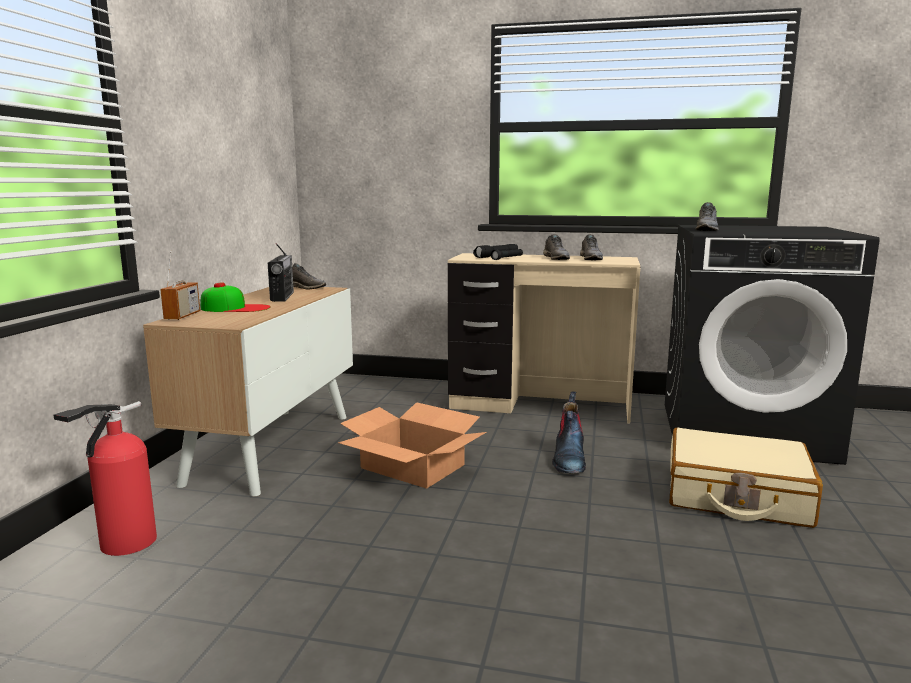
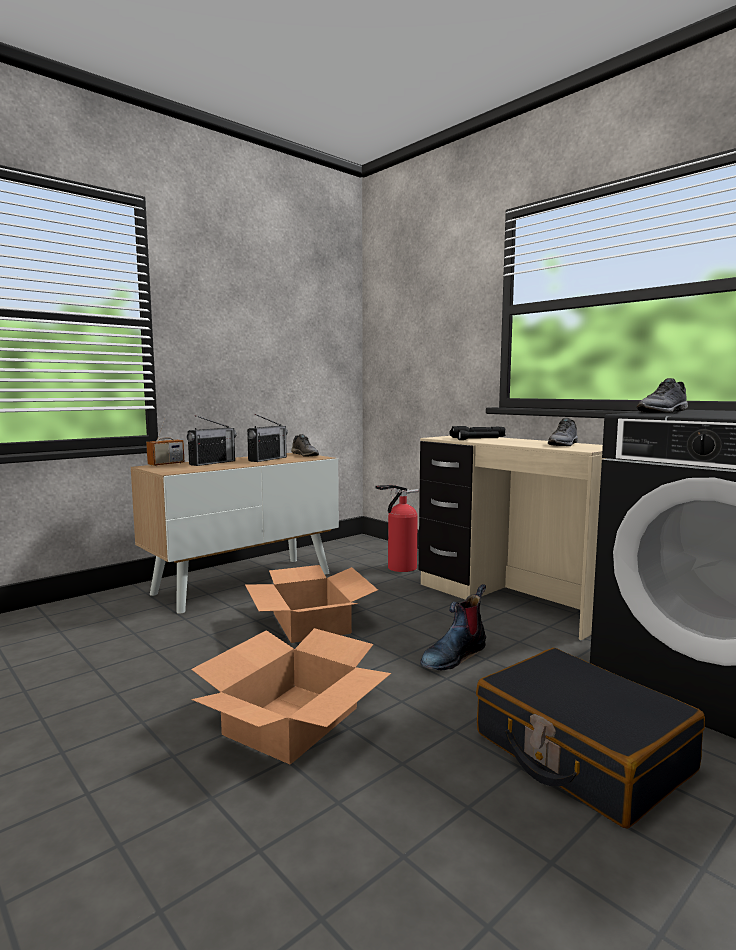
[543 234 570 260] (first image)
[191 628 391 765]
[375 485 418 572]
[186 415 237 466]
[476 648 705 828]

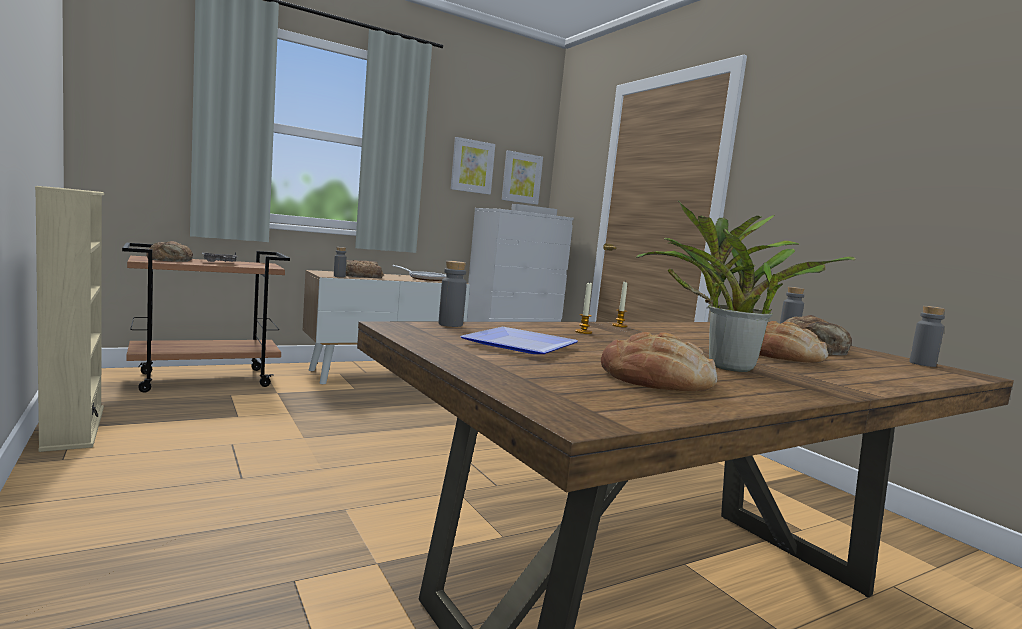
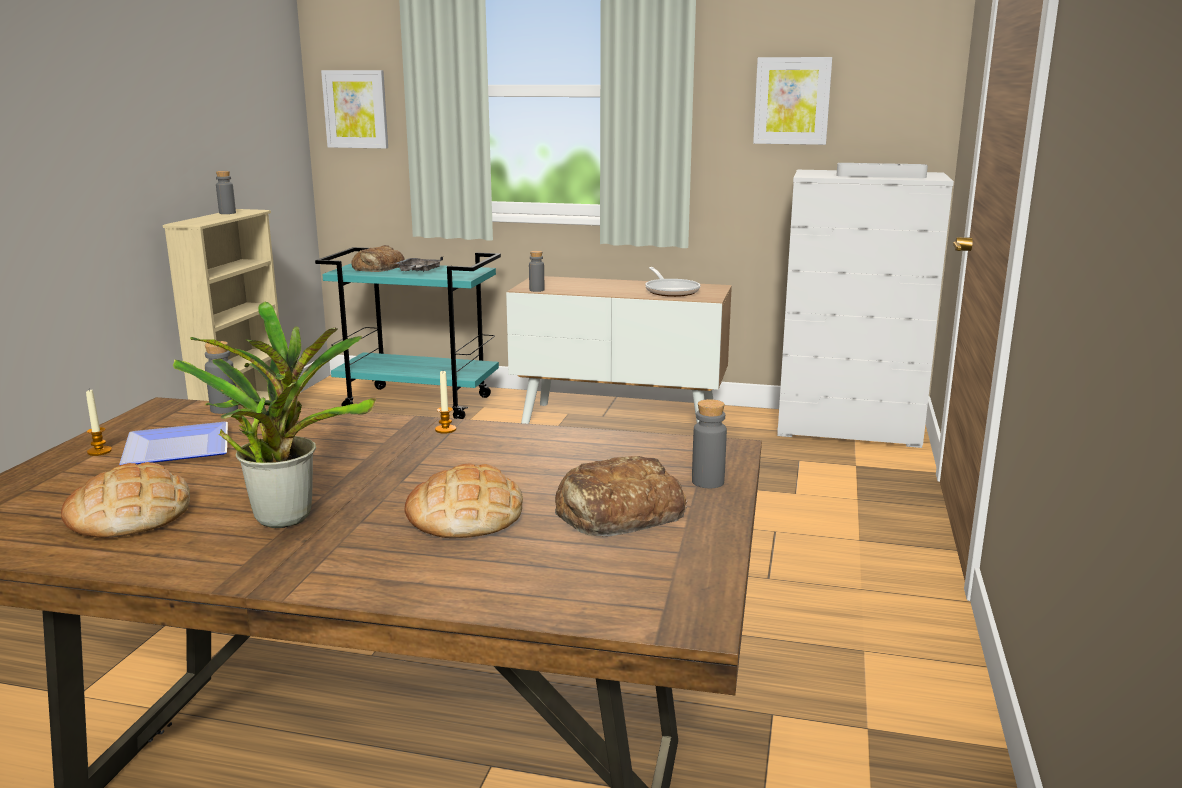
[346 260 384 278] (first image)
[321 70 388 149]
[86 390 112 456]
[216 171 236 214]
[315 247 501 419]

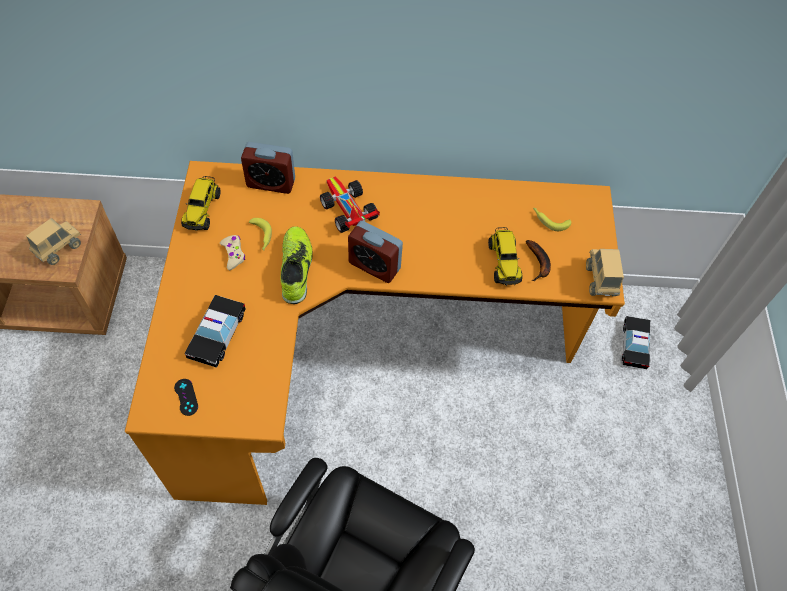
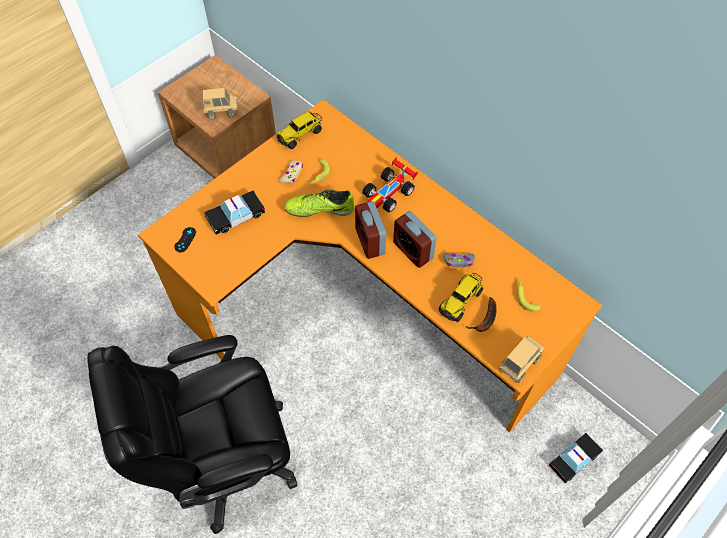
[443 253 475 267]
[393 211 437 268]
[285 189 354 217]
[362 157 418 212]

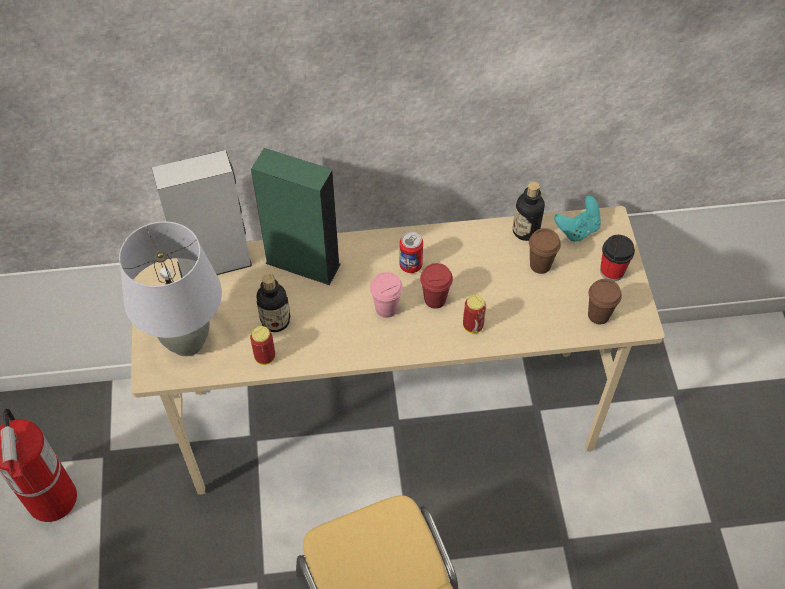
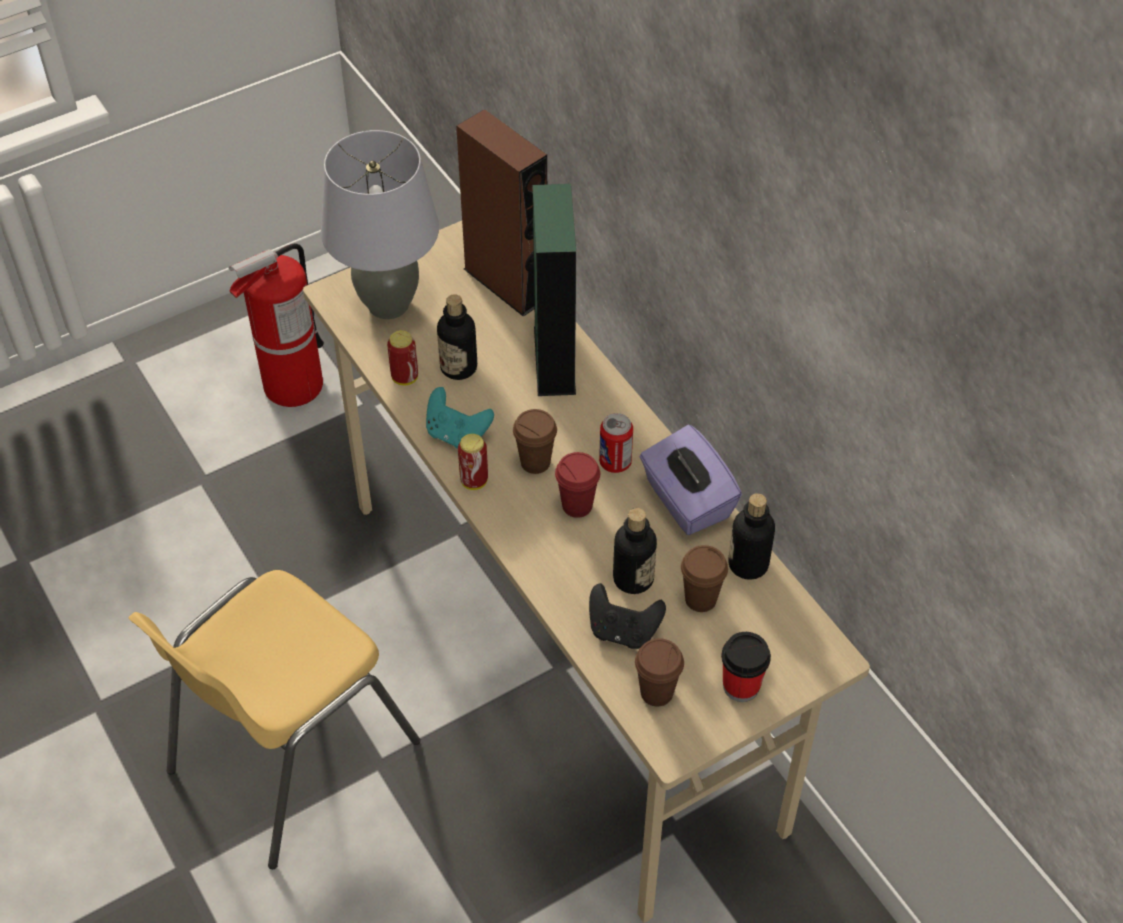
[589 583 666 649]
[613 508 657 594]
[640 425 742 535]
[458 434 488 490]
[426 387 494 449]
[456 109 547 317]
[513 409 557 474]

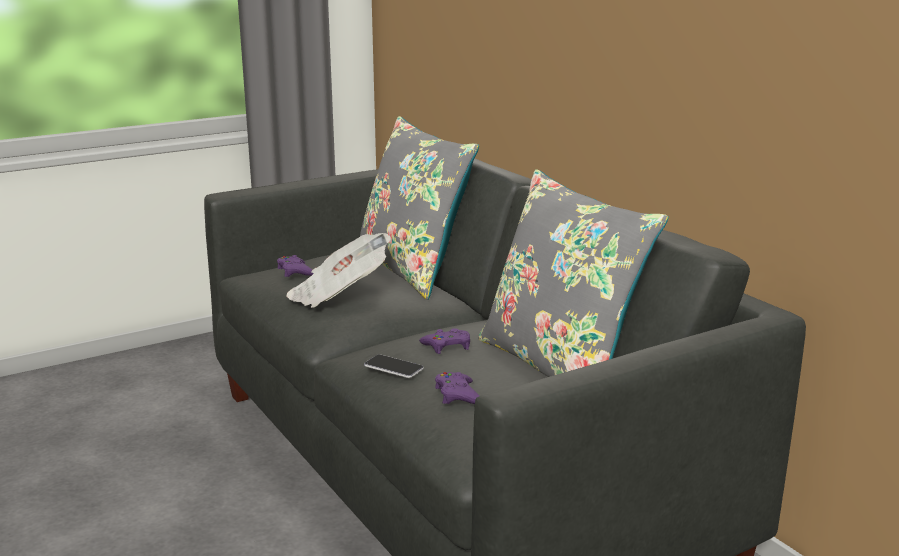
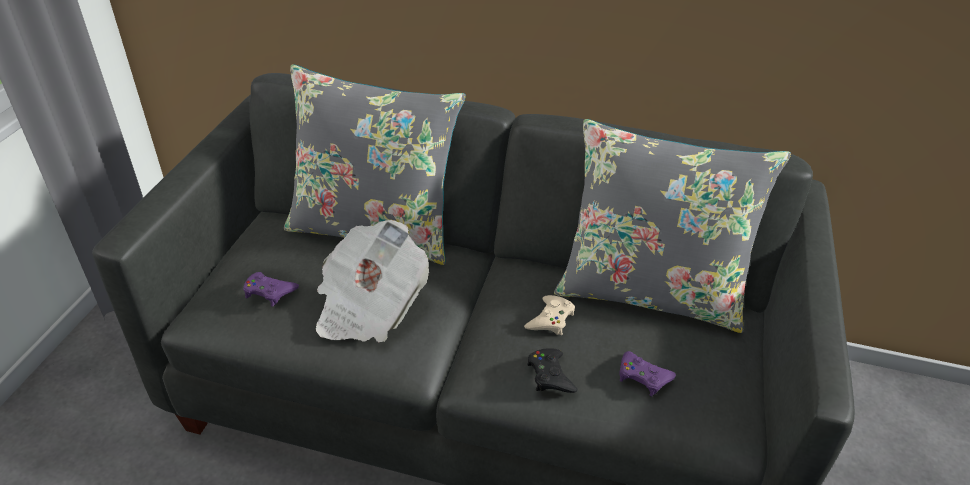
[527 348 578 393]
[524 295 575 335]

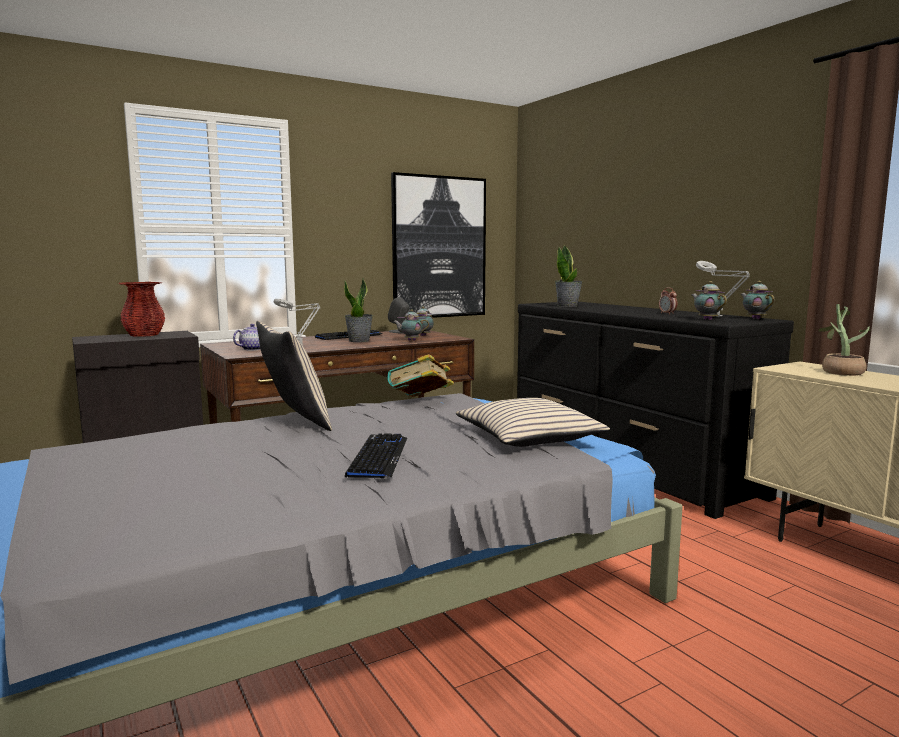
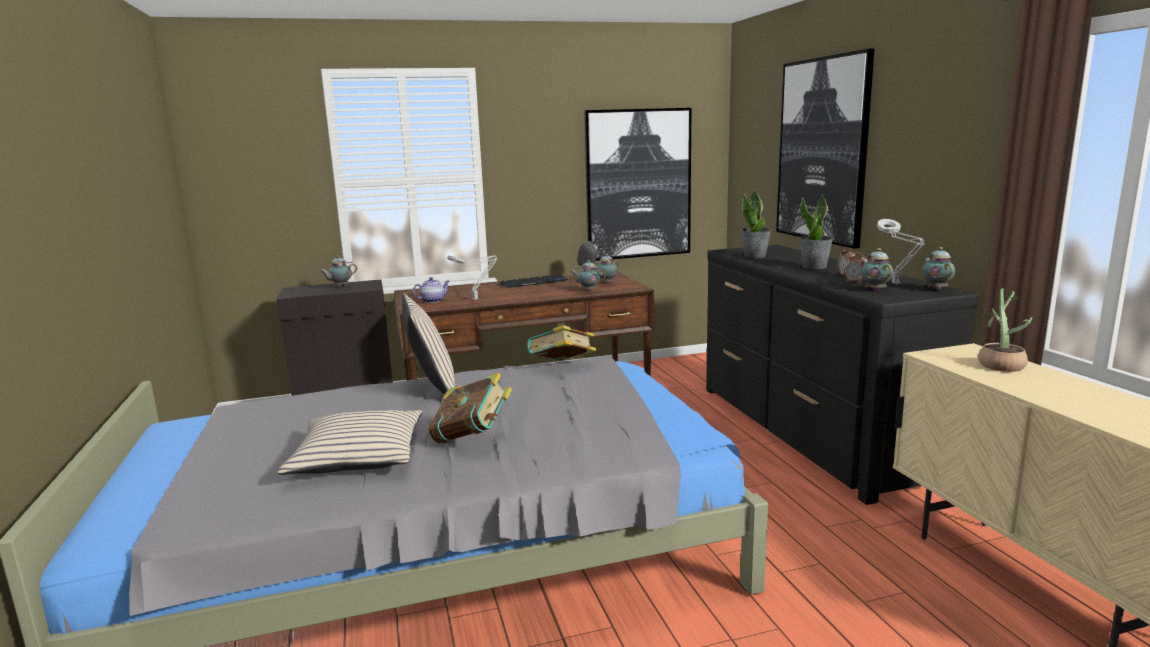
[776 49 875 249]
[844 252 866 283]
[799 194 834 269]
[278 410 422 475]
[319 255 357 287]
[428 372 512 444]

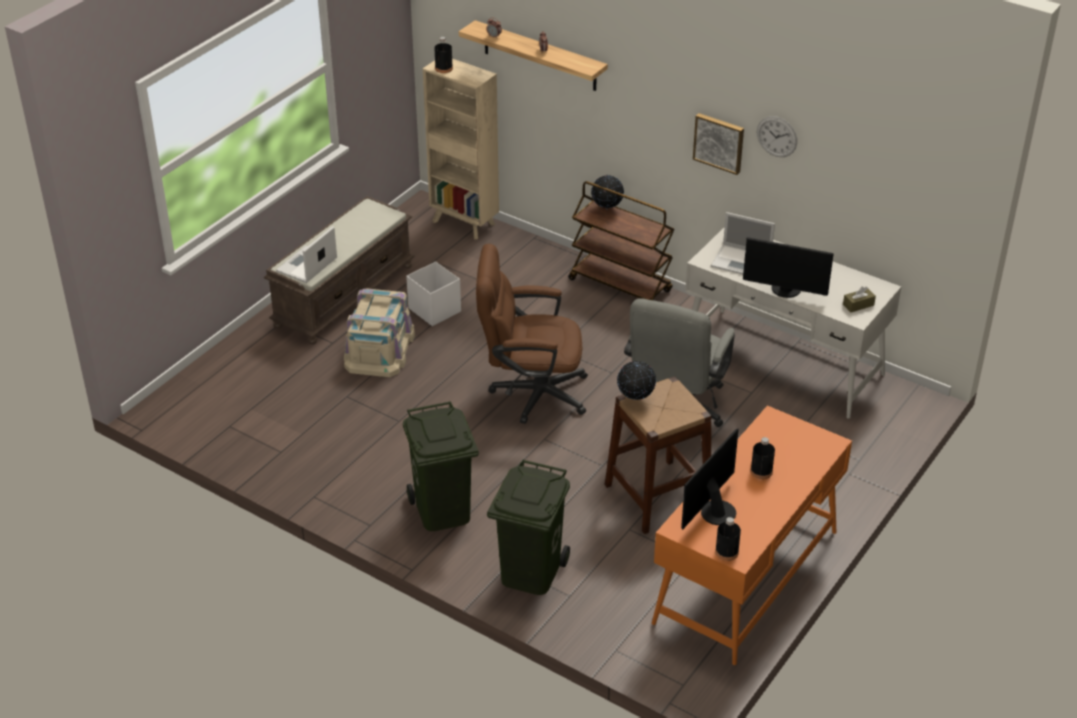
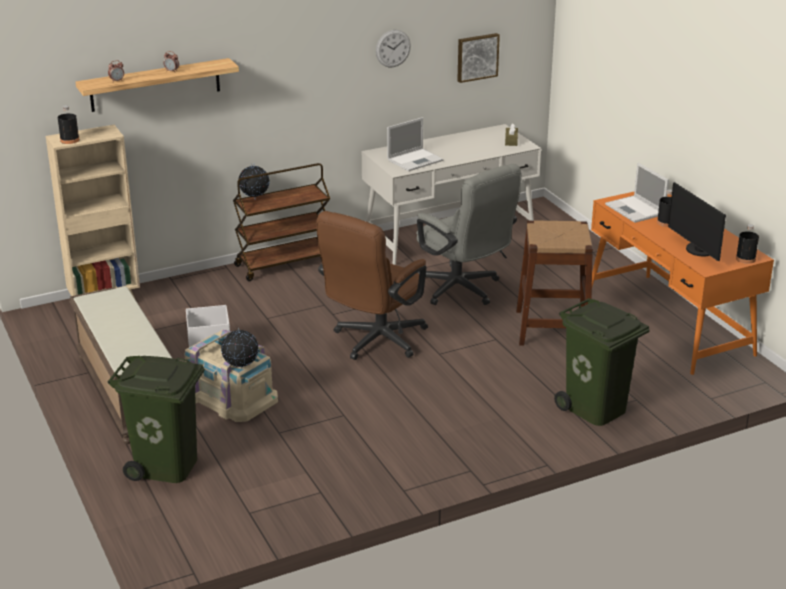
[743 237 834 298] (first image)
[605 163 669 223]
[107 356 205 483]
[221 328 259 369]
[457 33 500 83]

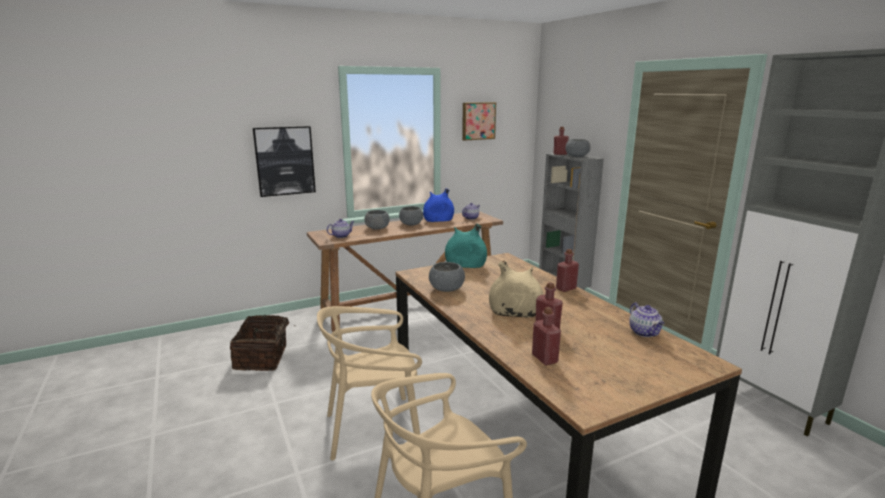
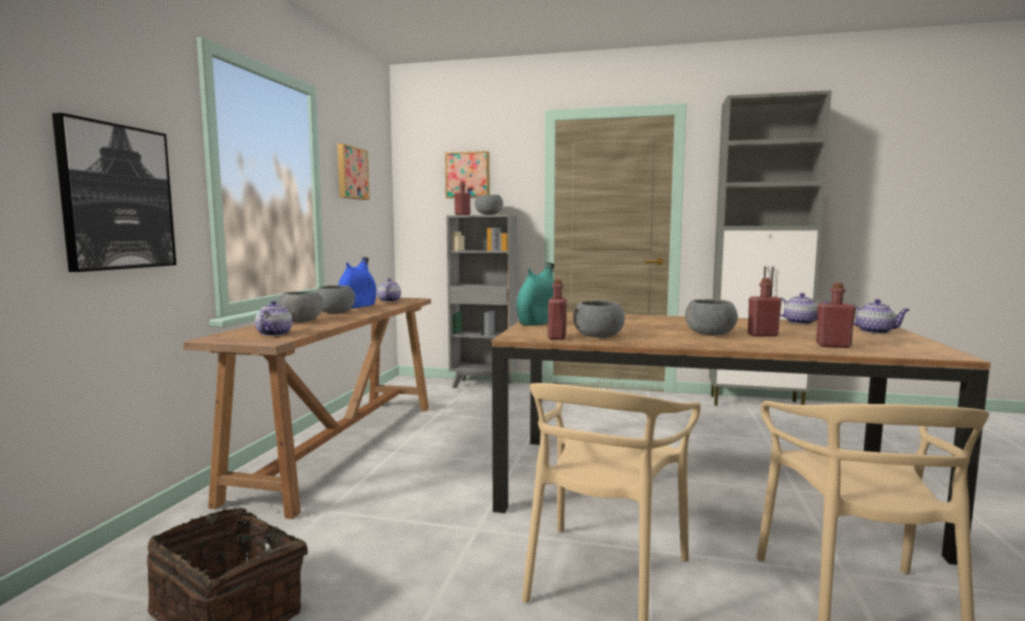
[445 151 489 198]
[853 299 910 334]
[548 279 567 340]
[685 299 738 336]

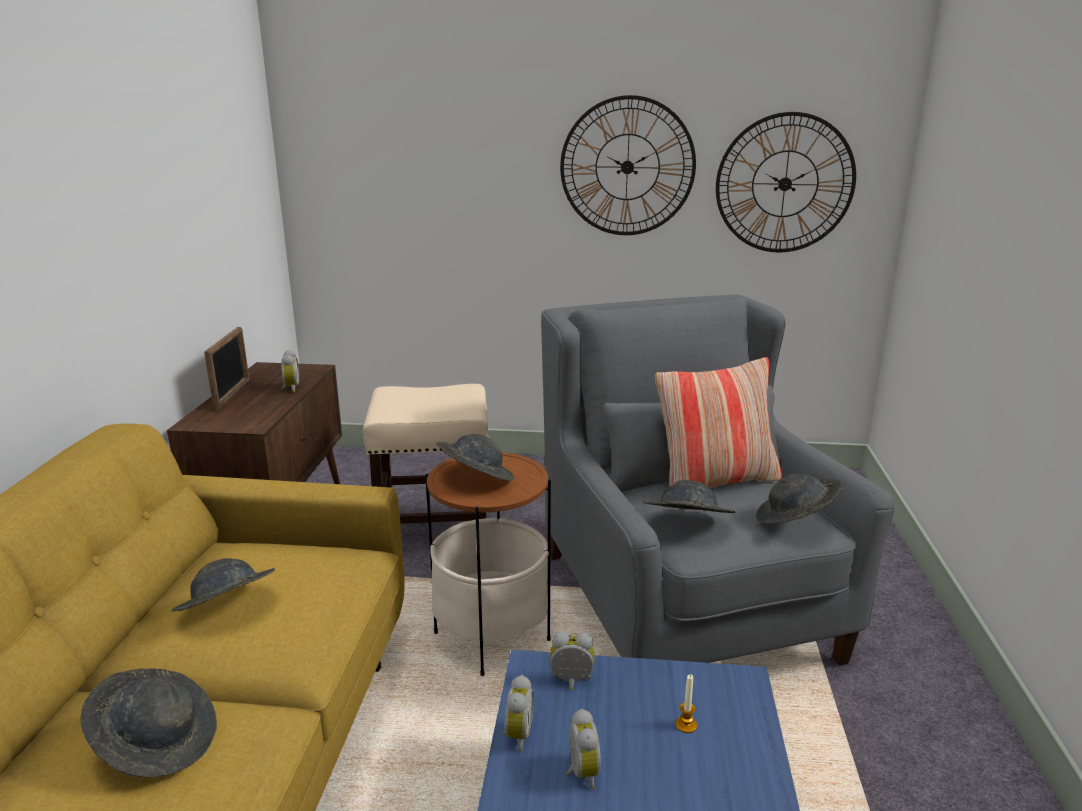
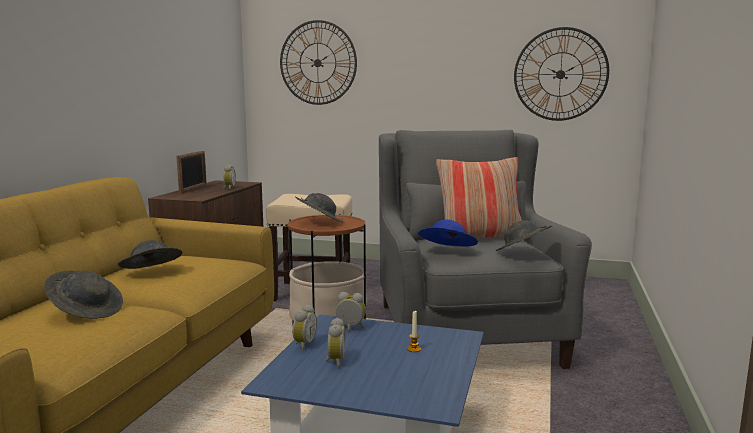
[280 20 357 105]
[418 220 478 247]

